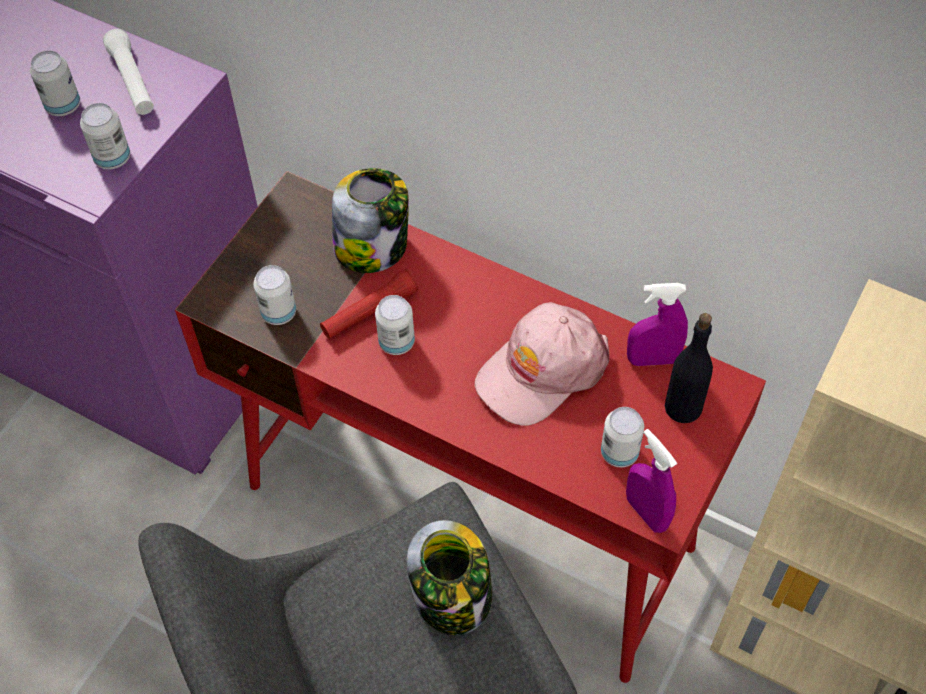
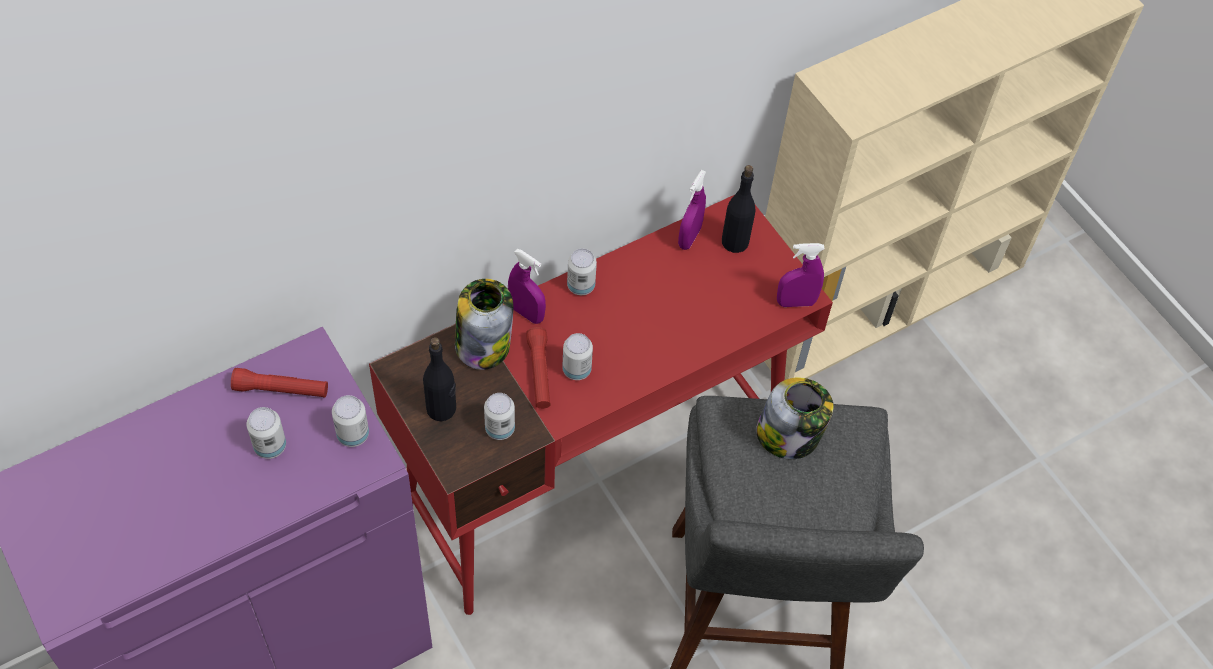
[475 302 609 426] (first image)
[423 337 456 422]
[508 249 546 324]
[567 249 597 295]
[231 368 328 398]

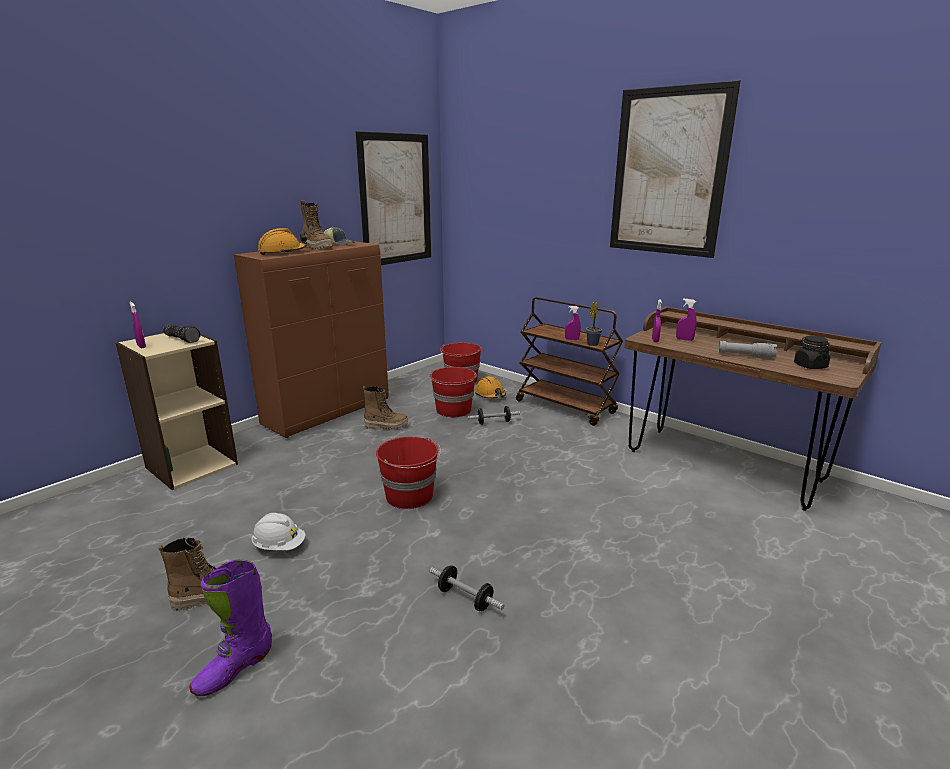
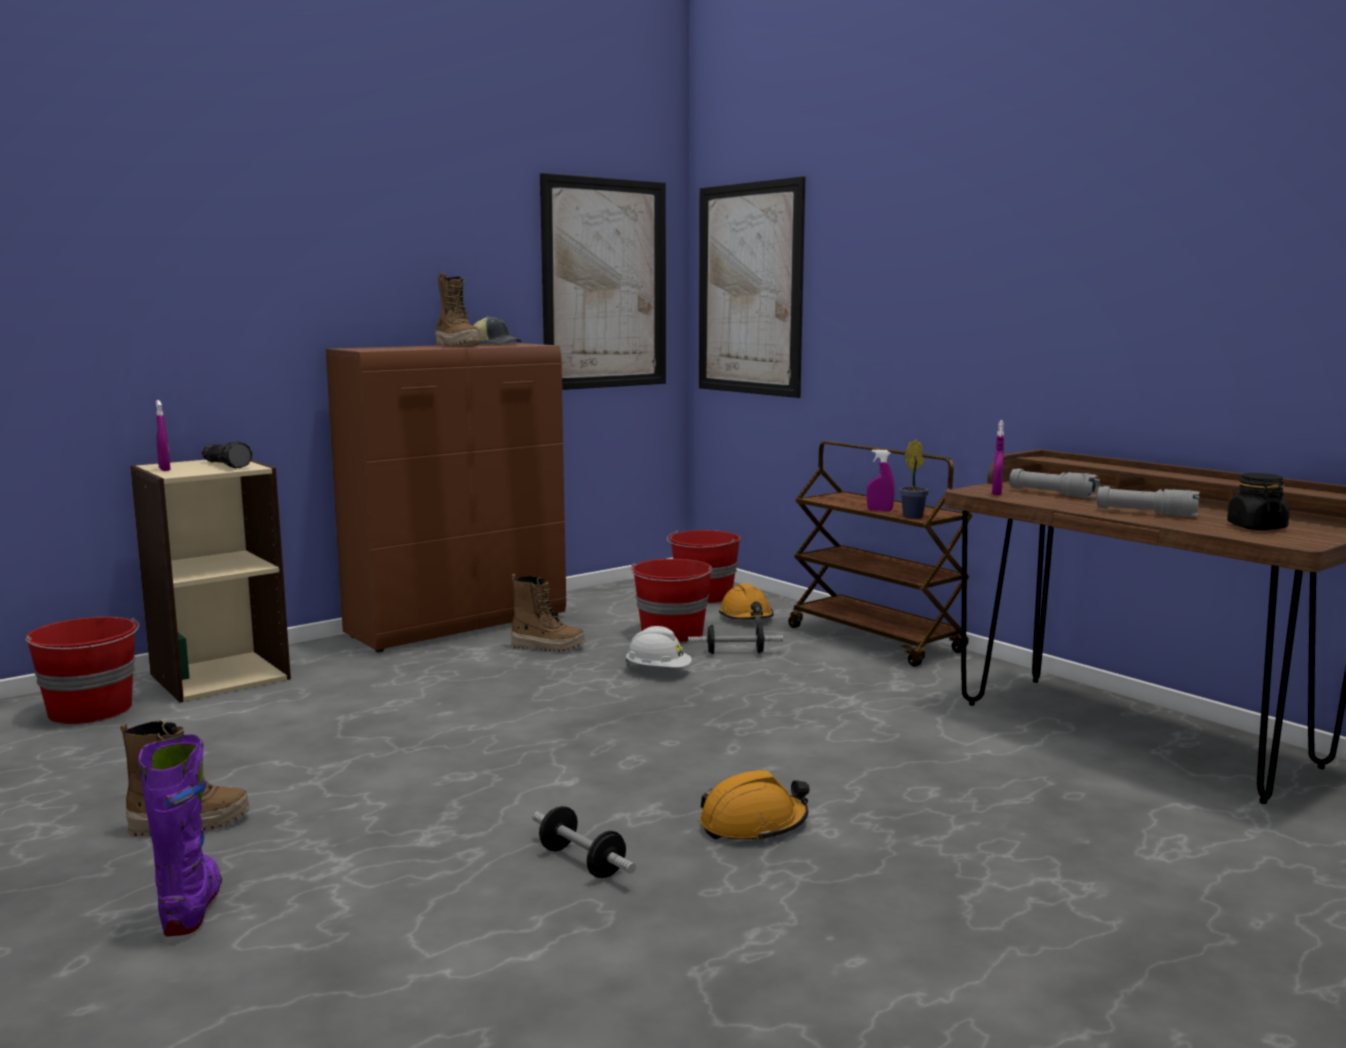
[625 626 692 668]
[700 770 810 842]
[25 617 139 724]
[699 176 805 398]
[1009 468 1100 498]
[138 734 222 936]

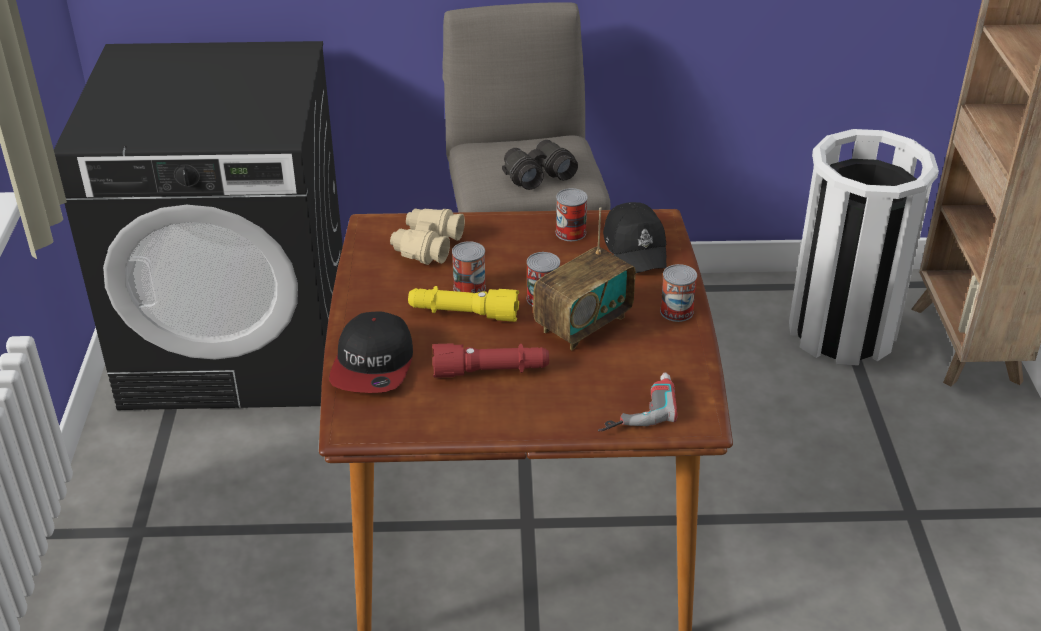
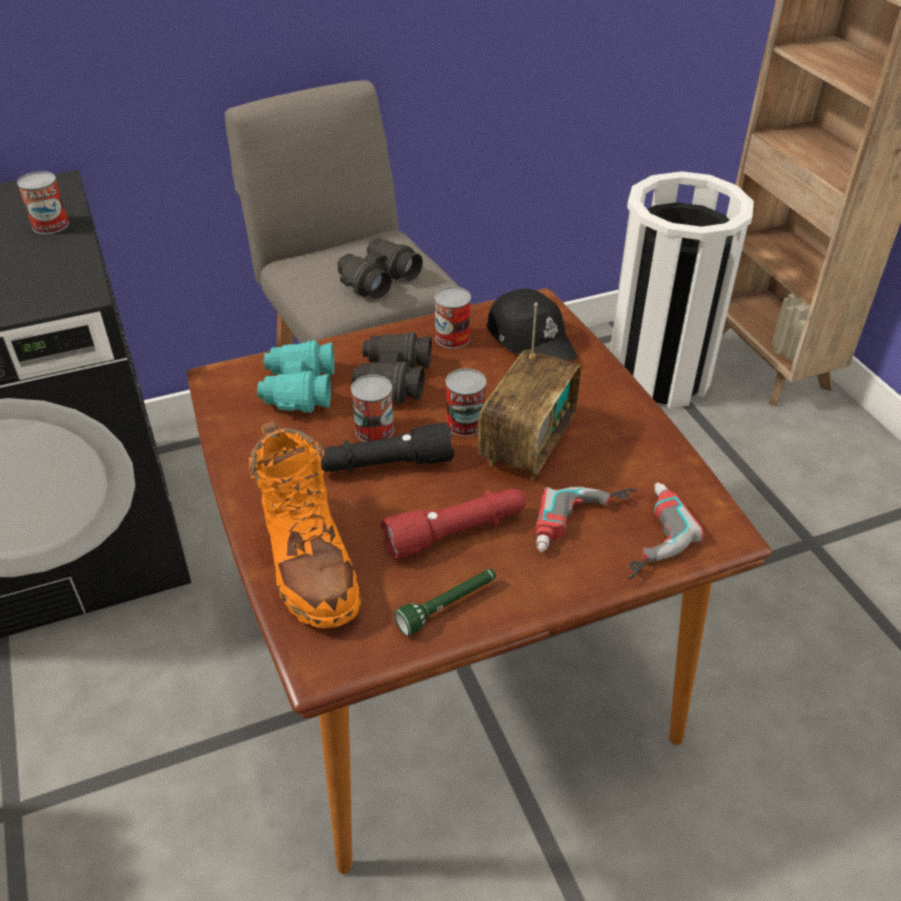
[352 332 432 403]
[394 569 496 636]
[535 487 638 552]
[17 171 69 234]
[249 420 361 628]
[257 340 334 413]
[321 422 454 473]

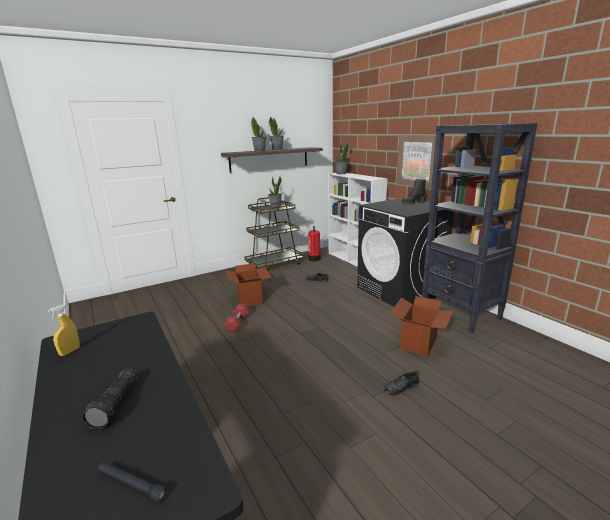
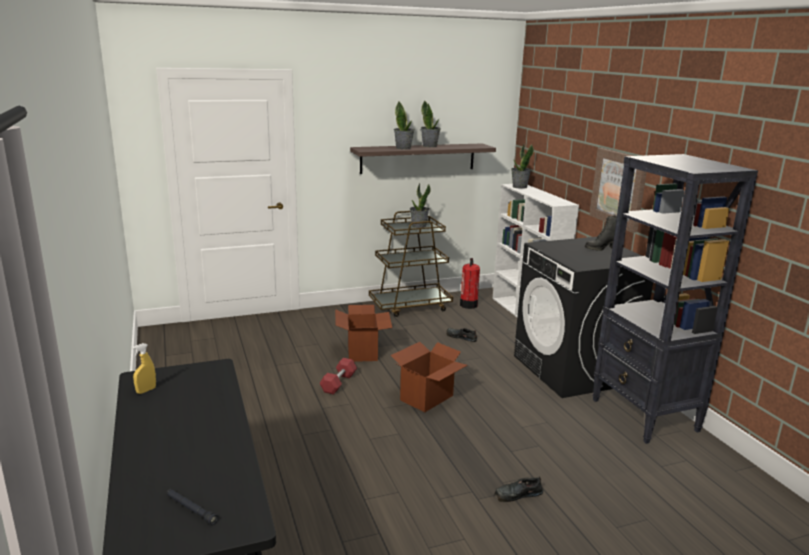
[82 368 137 429] (first image)
[390 342 468 412]

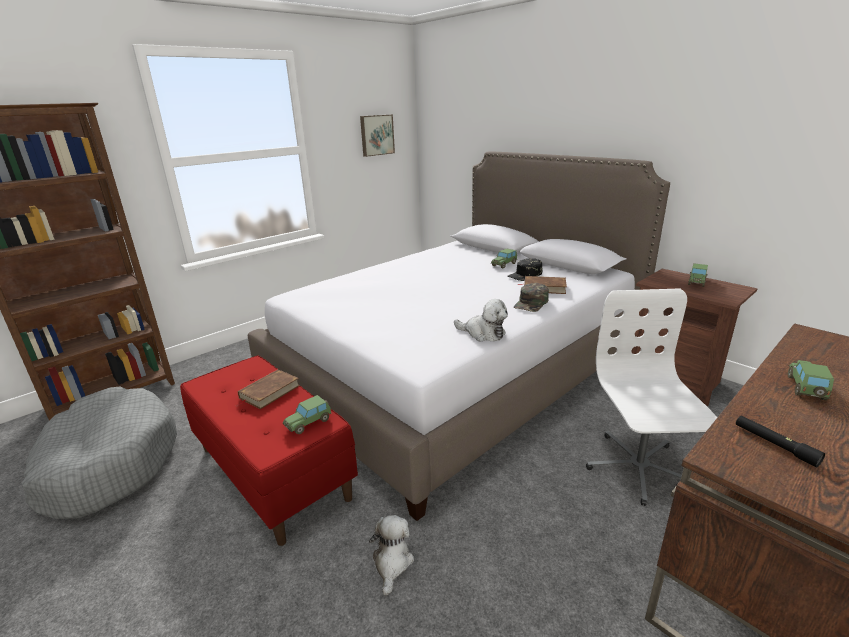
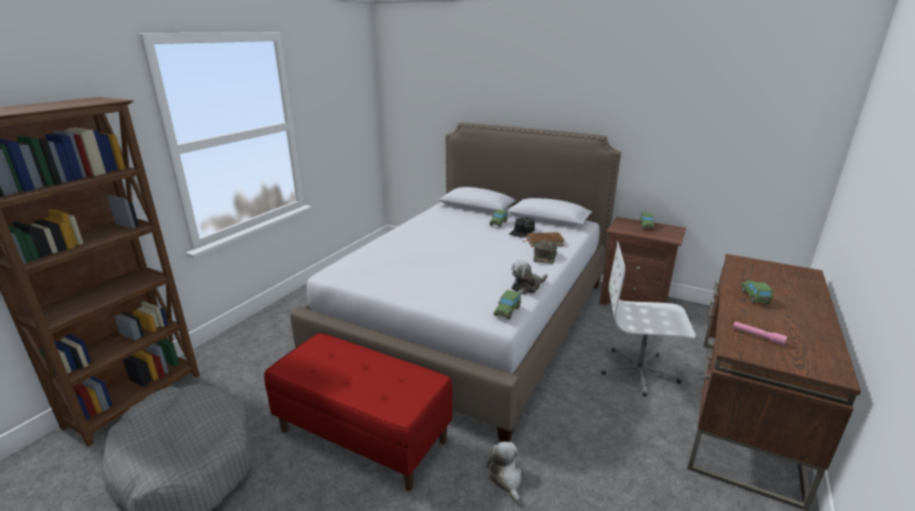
[236 369 300 409] (first image)
[360 115 395 157] (first image)
[493 290 521 320]
[733 322 787 345]
[511 261 547 295]
[601 241 696 397]

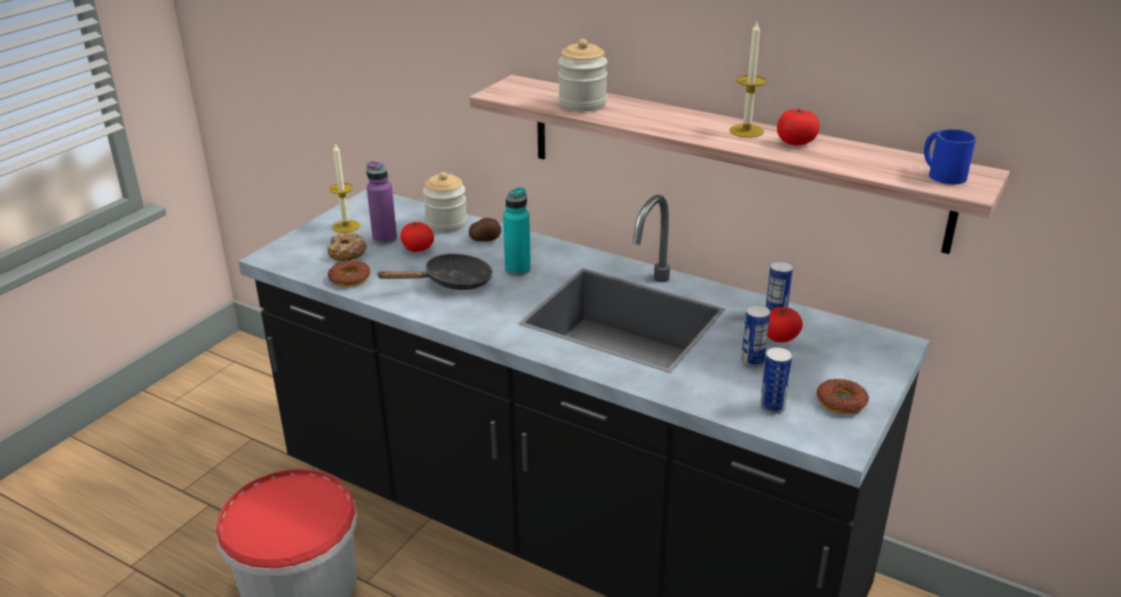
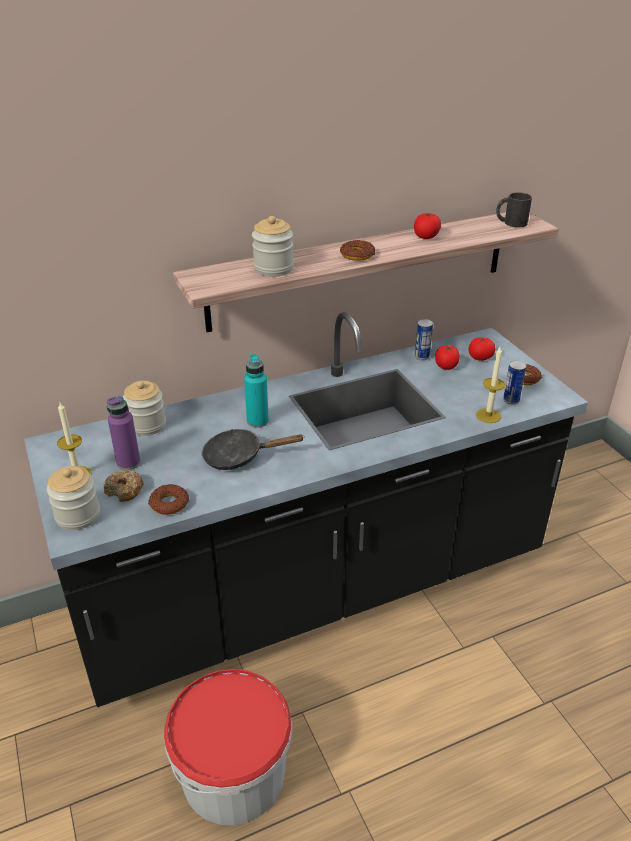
[469 218 501 242] (first image)
[741 305 770 368] (first image)
[47 466 100 530]
[340 240 375 261]
[469 337 496 361]
[476 347 505 423]
[496 192 532 227]
[202 429 305 470]

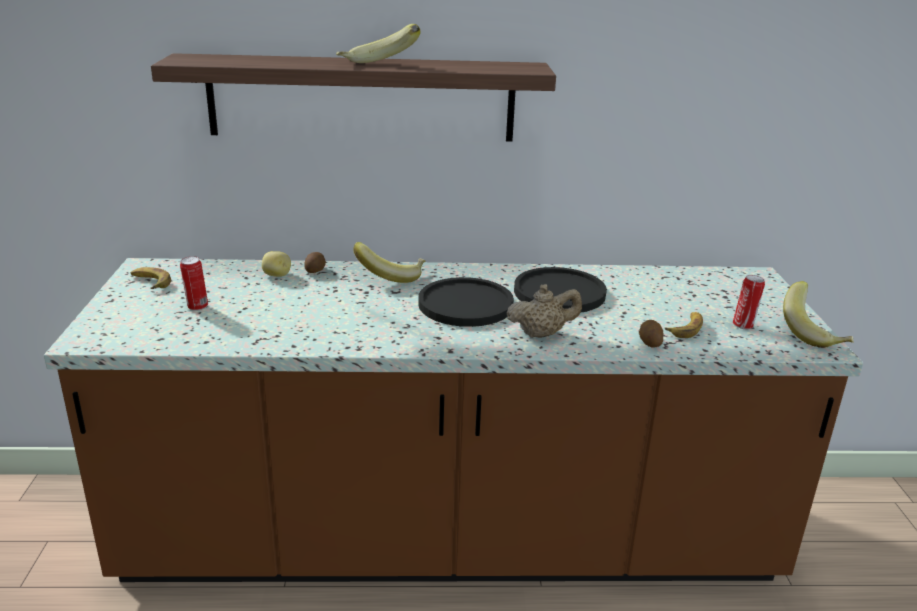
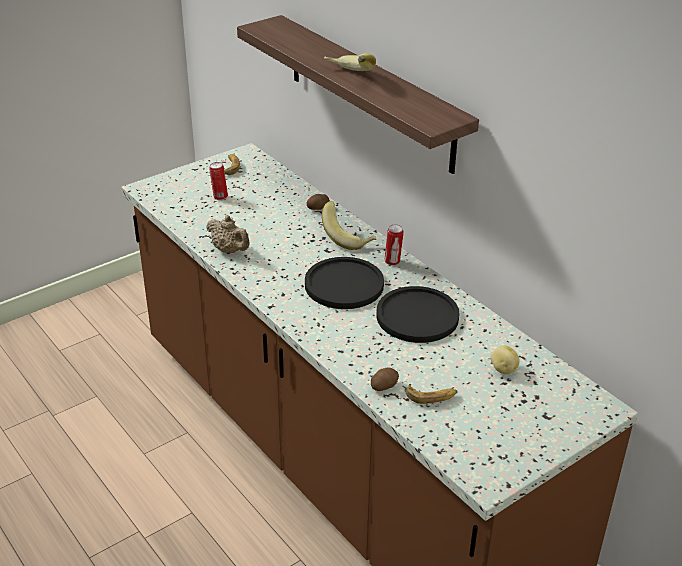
[783 281 853 348] (first image)
[491 346 520 374]
[207 215 250 253]
[385 224 404 266]

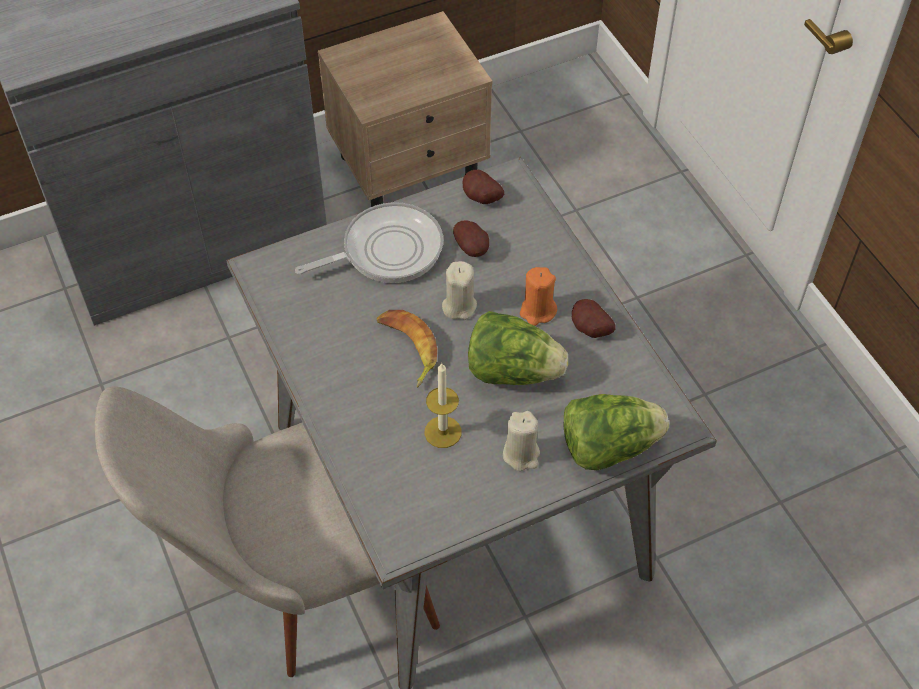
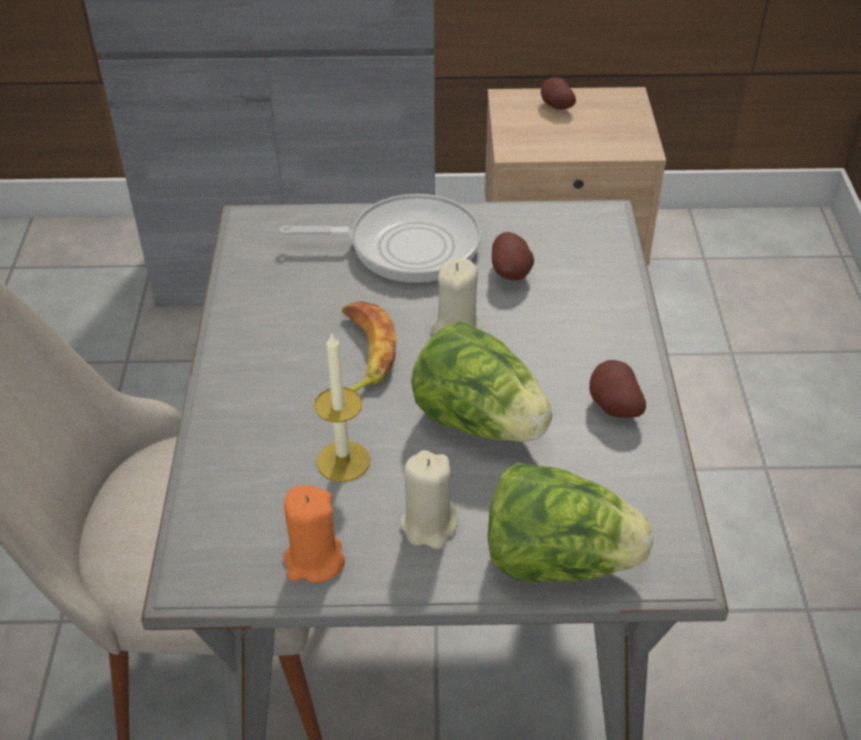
[541 77 576 110]
[283 485 345 583]

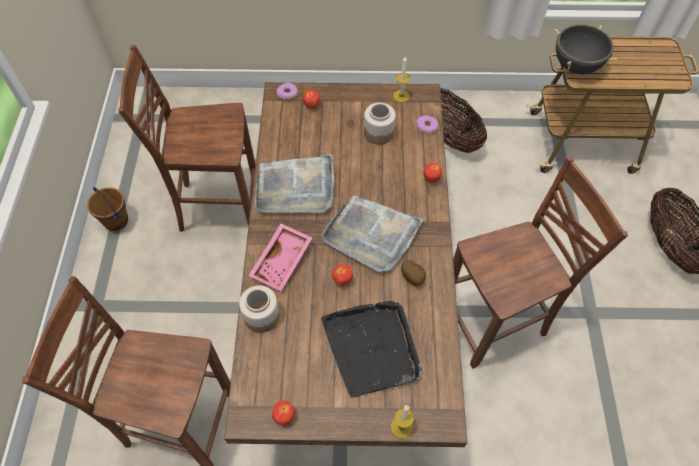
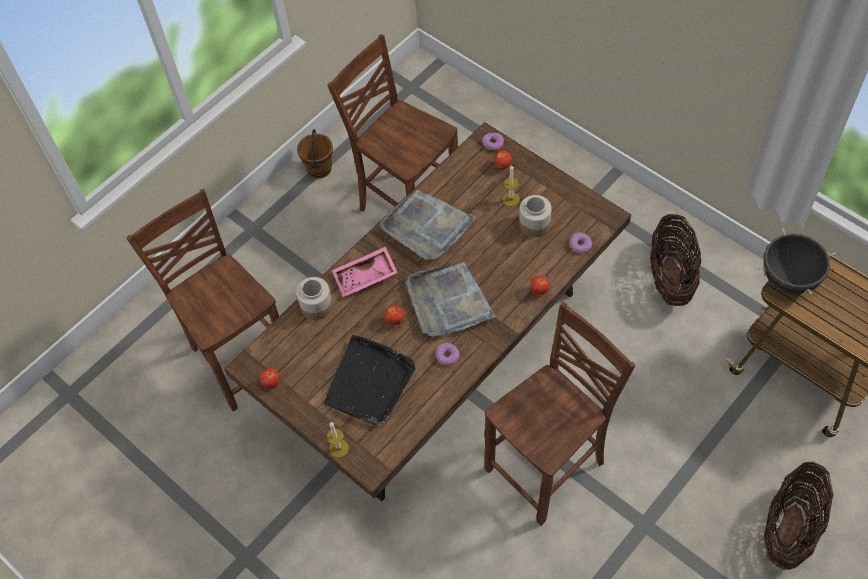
[503 165 520 206]
[436 343 460 365]
[485 302 636 526]

